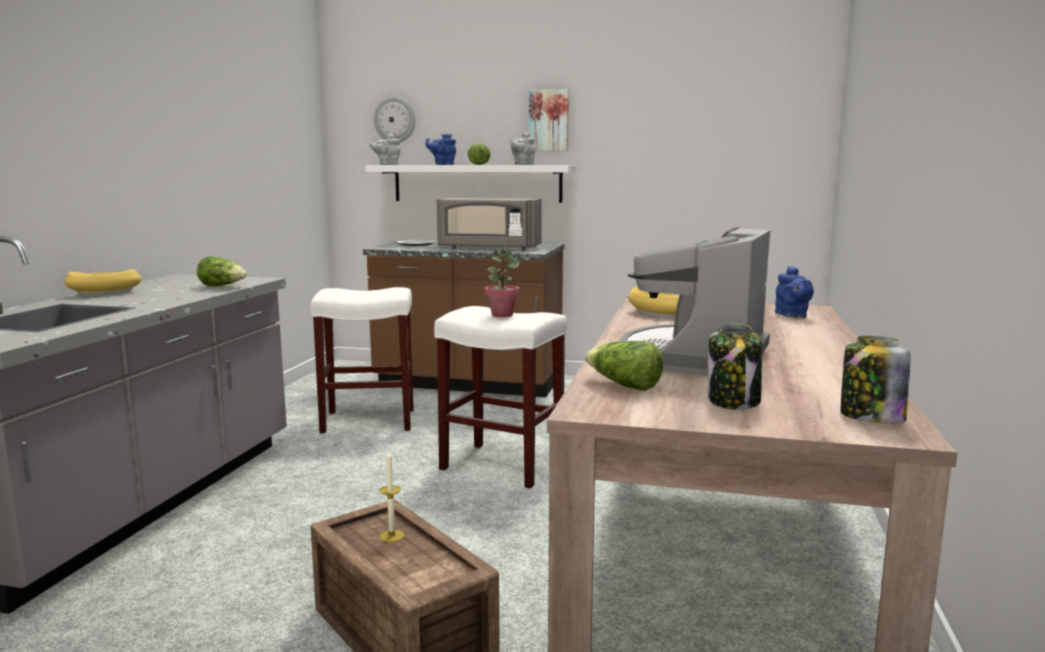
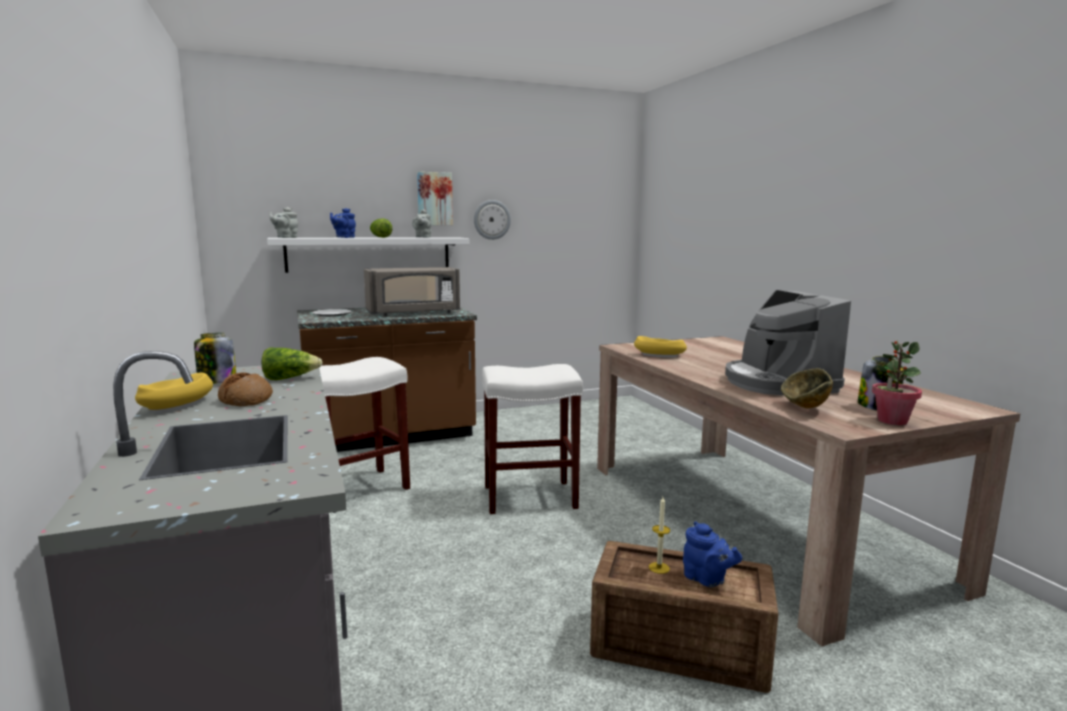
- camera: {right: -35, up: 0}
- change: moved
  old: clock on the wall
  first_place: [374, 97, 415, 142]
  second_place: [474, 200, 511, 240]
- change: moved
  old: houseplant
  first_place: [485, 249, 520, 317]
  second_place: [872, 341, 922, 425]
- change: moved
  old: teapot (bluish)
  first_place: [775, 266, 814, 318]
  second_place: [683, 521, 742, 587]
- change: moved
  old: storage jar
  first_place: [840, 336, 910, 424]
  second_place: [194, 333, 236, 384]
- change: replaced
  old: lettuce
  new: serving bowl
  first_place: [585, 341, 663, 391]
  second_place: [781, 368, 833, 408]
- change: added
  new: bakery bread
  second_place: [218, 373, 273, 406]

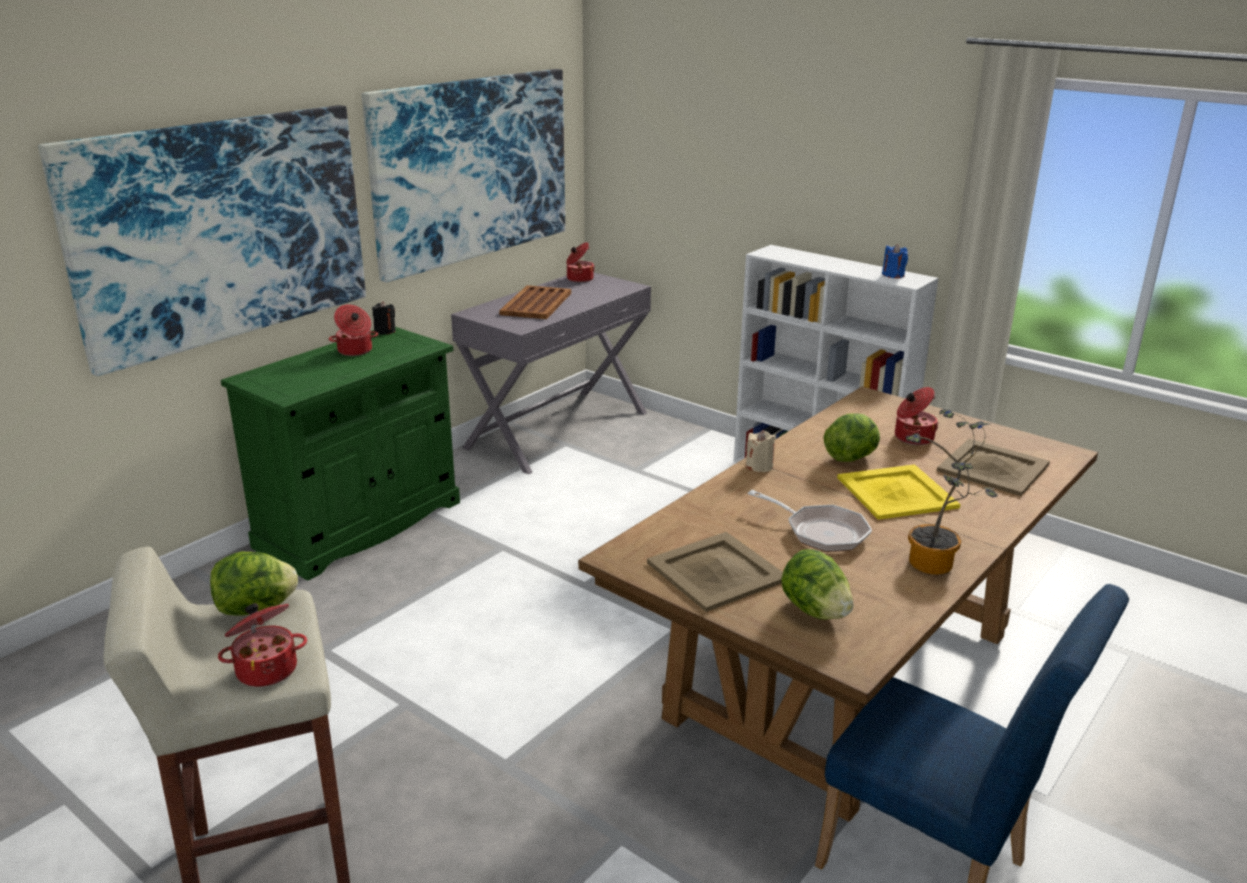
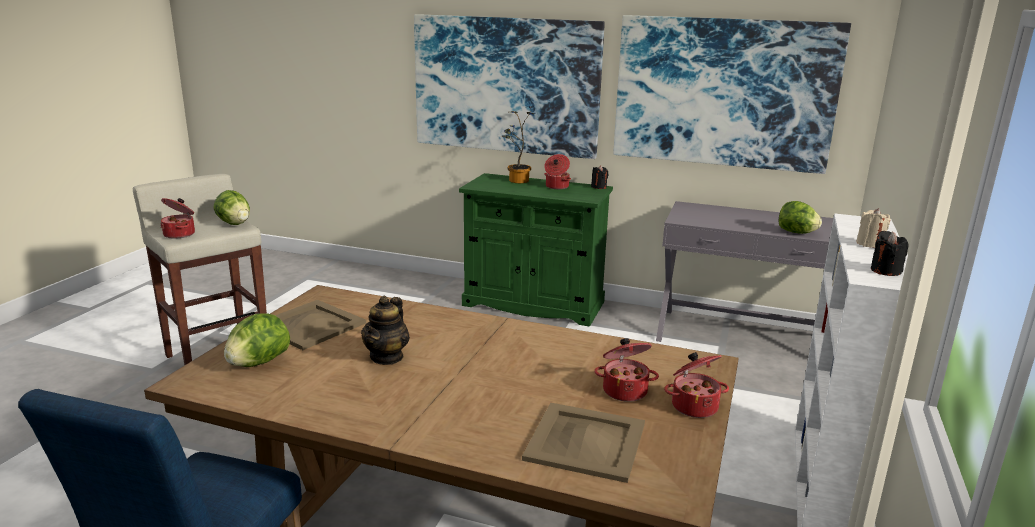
- camera: {right: 70, up: -5}
- change: moved
  old: stockpot
  first_place: [566, 242, 595, 283]
  second_place: [664, 352, 729, 418]
- change: recoloured
  old: candle (bluish)
  new: candle (black)
  first_place: [882, 244, 908, 278]
  second_place: [871, 231, 909, 276]
- change: removed
  old: tray (brownish)
  first_place: [499, 285, 571, 319]
- change: moved
  old: houseplant
  first_place: [906, 409, 999, 574]
  second_place: [502, 106, 535, 183]
- change: moved
  old: lettuce
  first_place: [824, 413, 880, 462]
  second_place: [779, 201, 822, 234]
- change: moved
  old: candle (sand-coloured)
  first_place: [746, 430, 775, 472]
  second_place: [856, 208, 891, 248]
- change: removed
  old: tray (yellowish)
  first_place: [837, 464, 961, 520]
- change: replaced
  old: skillet
  new: teapot
  first_place: [748, 490, 872, 552]
  second_place: [361, 296, 410, 365]

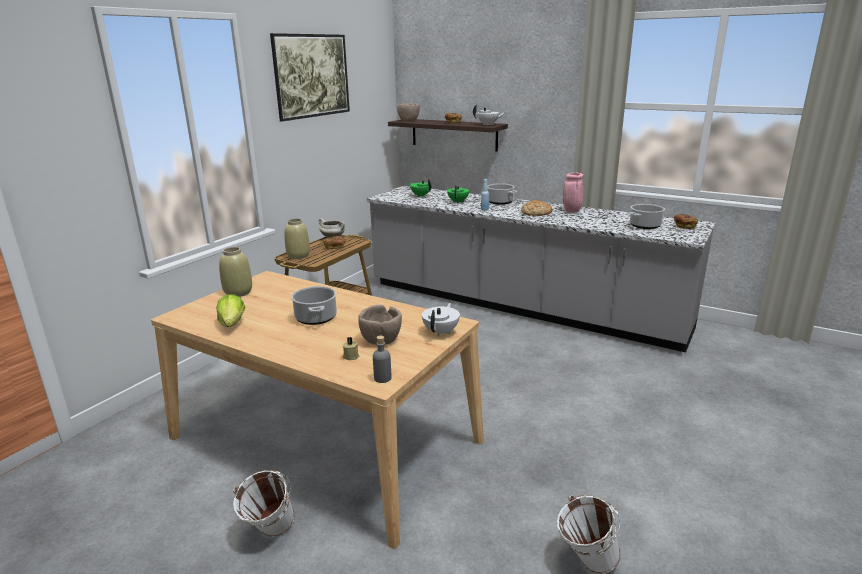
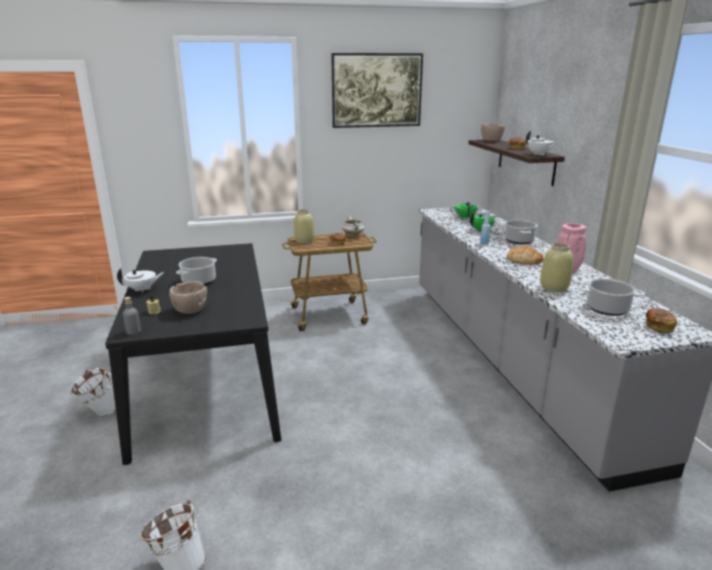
- camera: {right: 45, up: 0}
- change: moved
  old: flower vase (sand-coloured)
  first_place: [219, 247, 252, 297]
  second_place: [540, 243, 573, 293]
- change: recoloured
  old: dinner table (sand-coloured)
  new: dinner table (black)
  first_place: [151, 271, 484, 549]
  second_place: [105, 243, 281, 465]
- change: removed
  old: lettuce
  first_place: [216, 294, 245, 327]
- change: moved
  old: teapot (white-coloured)
  first_place: [422, 303, 460, 336]
  second_place: [117, 268, 164, 293]

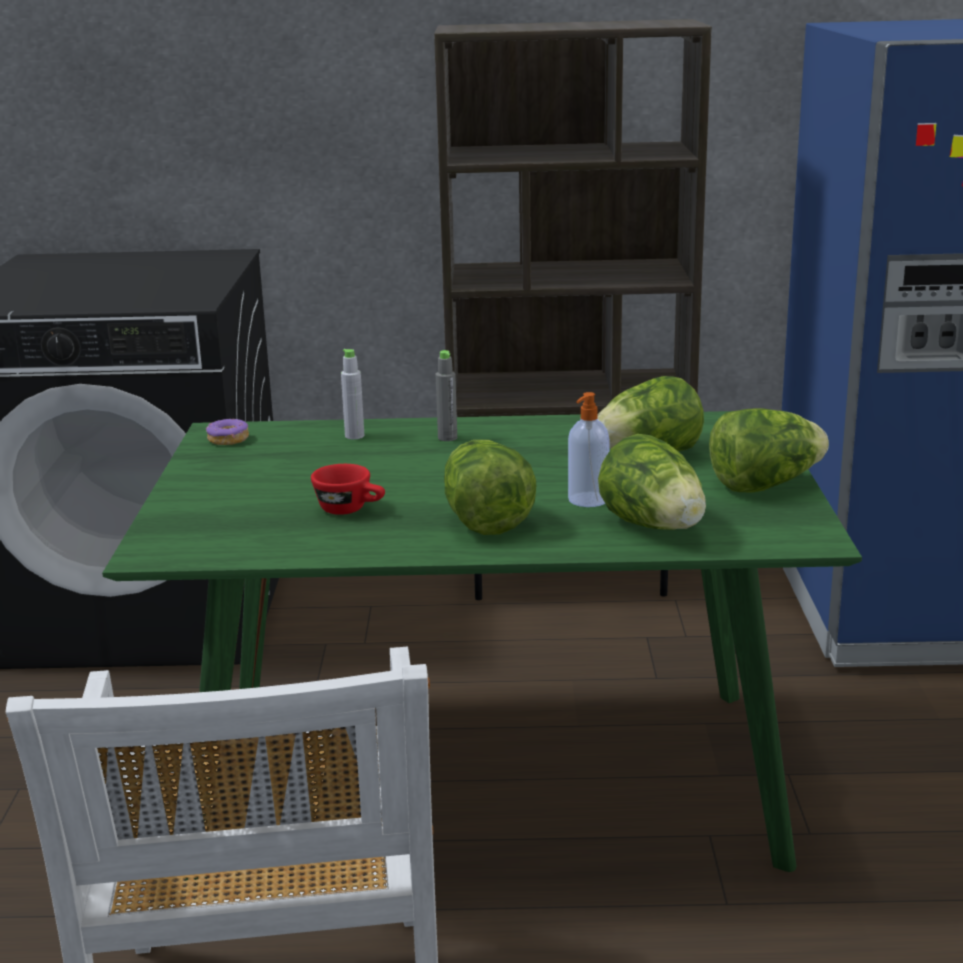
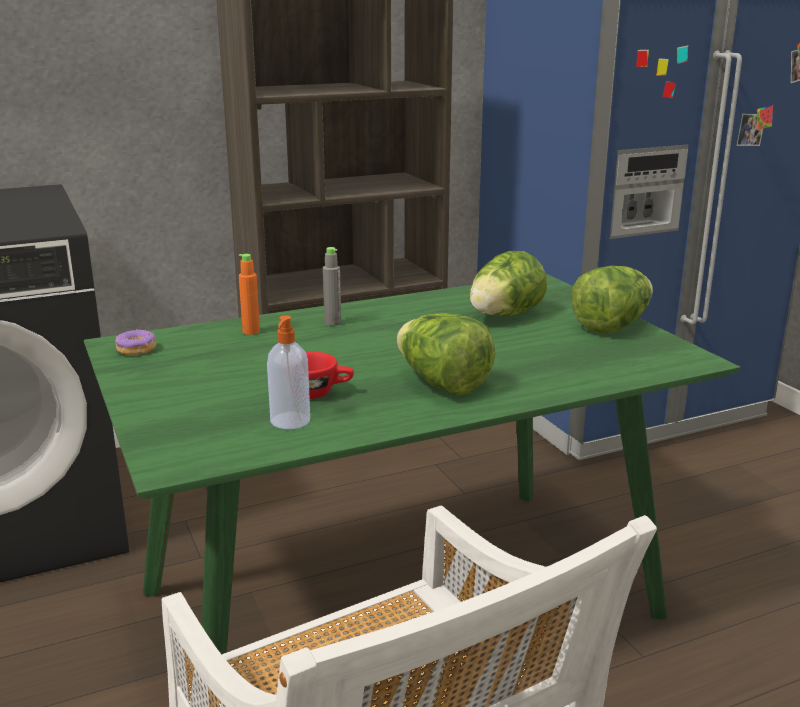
- camera: {right: -25, up: 0}
- change: recoloured
  old: drink bottle (grey)
  new: drink bottle (orange)
  first_place: [341, 349, 364, 439]
  second_place: [239, 254, 260, 335]
- change: moved
  old: soap dispenser
  first_place: [568, 392, 610, 507]
  second_place: [267, 315, 310, 429]
- change: removed
  old: lettuce
  first_place: [598, 434, 706, 530]

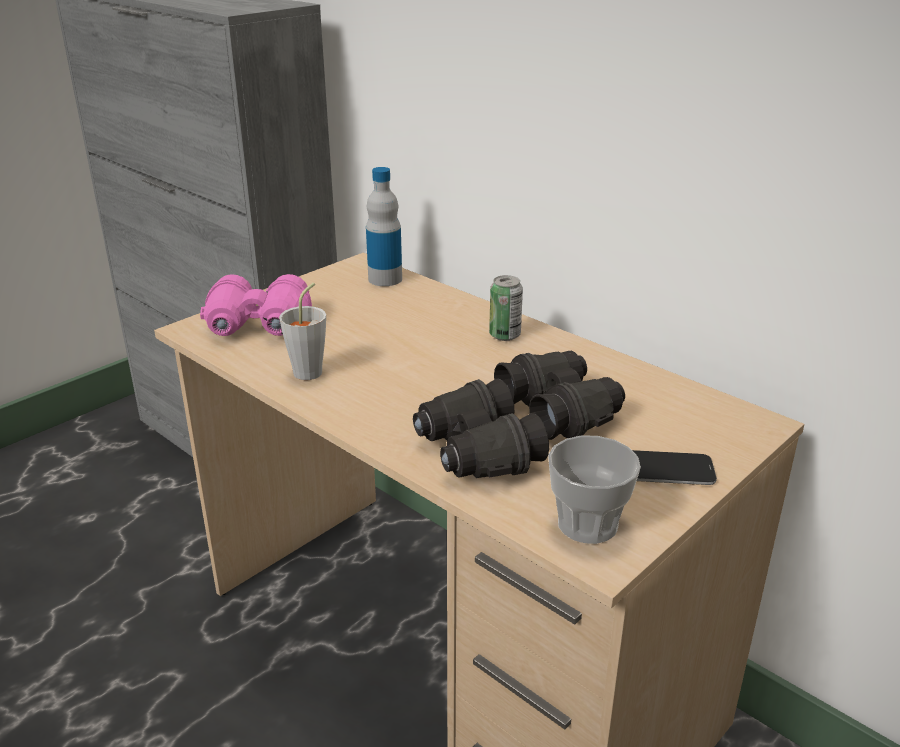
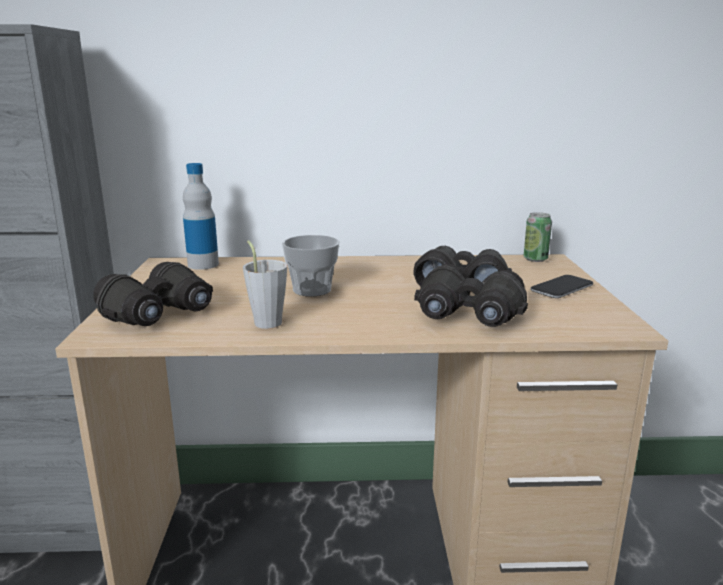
- camera: {right: -45, up: -10}
- change: recoloured
  old: binoculars (pink)
  new: binoculars (black)
  first_place: [200, 274, 312, 336]
  second_place: [93, 262, 213, 326]
- change: moved
  old: metal can
  first_place: [489, 275, 523, 341]
  second_place: [524, 212, 552, 262]
- change: moved
  old: cup
  first_place: [548, 435, 641, 544]
  second_place: [282, 235, 340, 297]

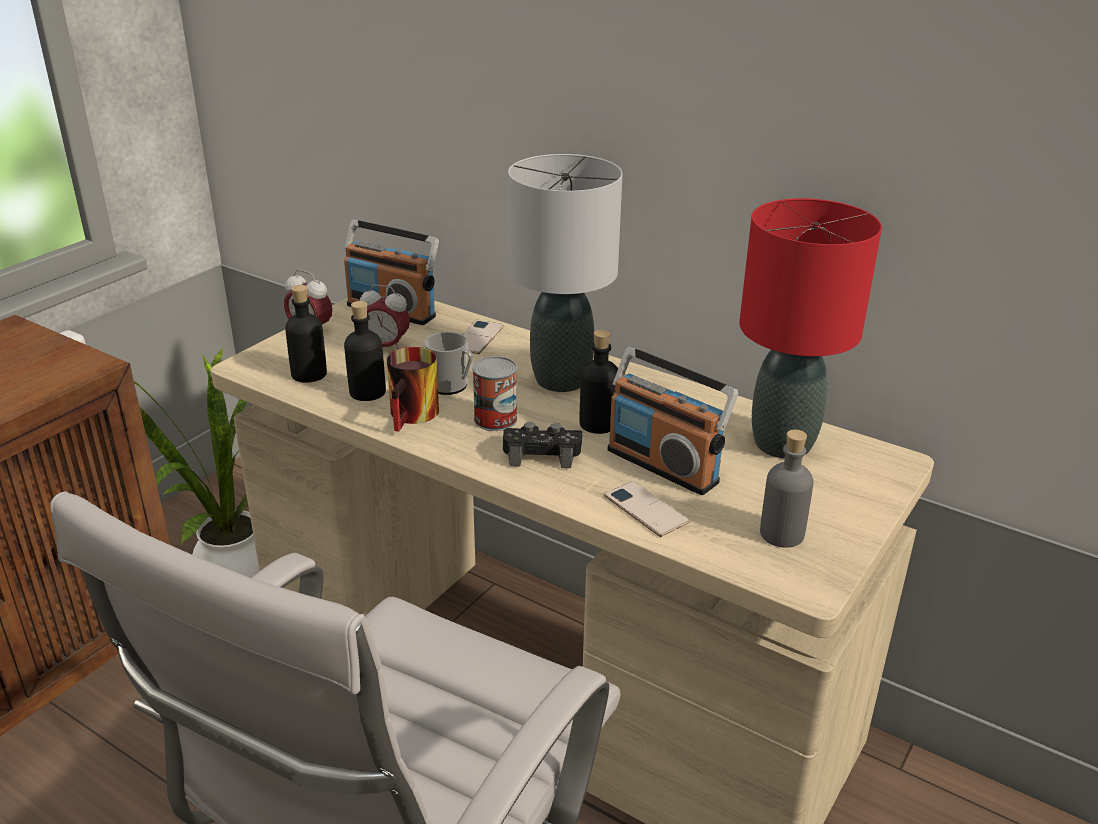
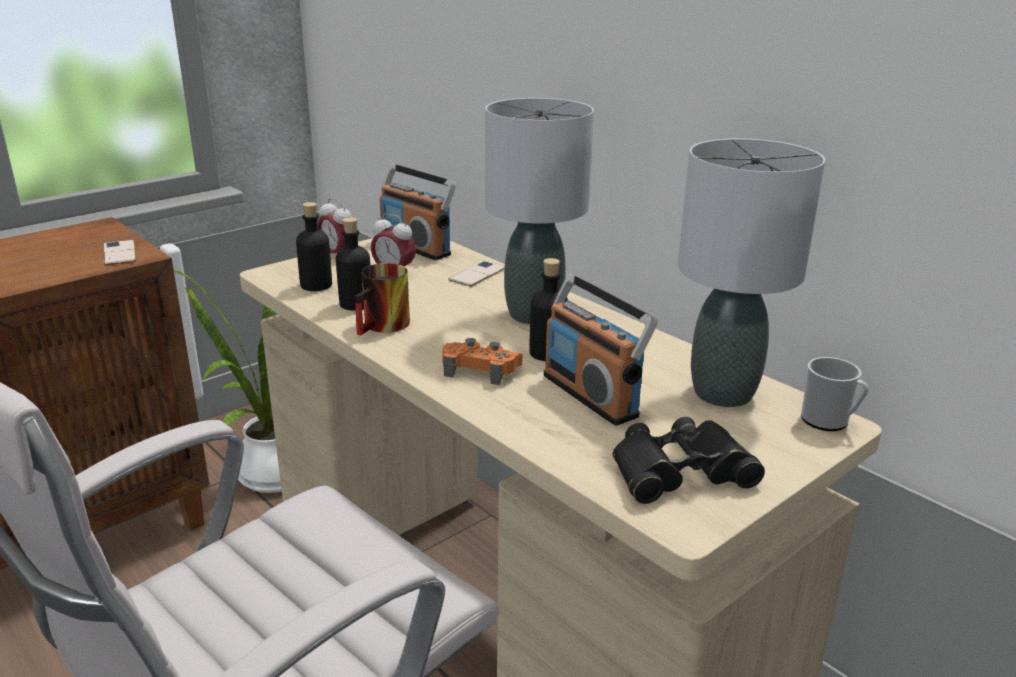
- camera: {right: 15, up: -5}
- change: recoloured
  old: table lamp (red-coloured)
  new: table lamp (grey)
  first_place: [739, 198, 882, 459]
  second_place: [678, 139, 825, 407]
- change: moved
  old: coffee mug
  first_place: [424, 332, 473, 395]
  second_place: [801, 357, 869, 431]
- change: removed
  old: metal can
  first_place: [472, 356, 517, 431]
- change: recoloured
  old: gamepad (black)
  new: gamepad (orange)
  first_place: [503, 422, 582, 468]
  second_place: [442, 338, 522, 385]
- change: replaced
  old: drink bottle (grey)
  new: binoculars (black)
  first_place: [760, 429, 814, 548]
  second_place: [613, 417, 765, 504]
- change: moved
  old: phone
  first_place: [604, 481, 690, 537]
  second_place: [104, 240, 136, 265]

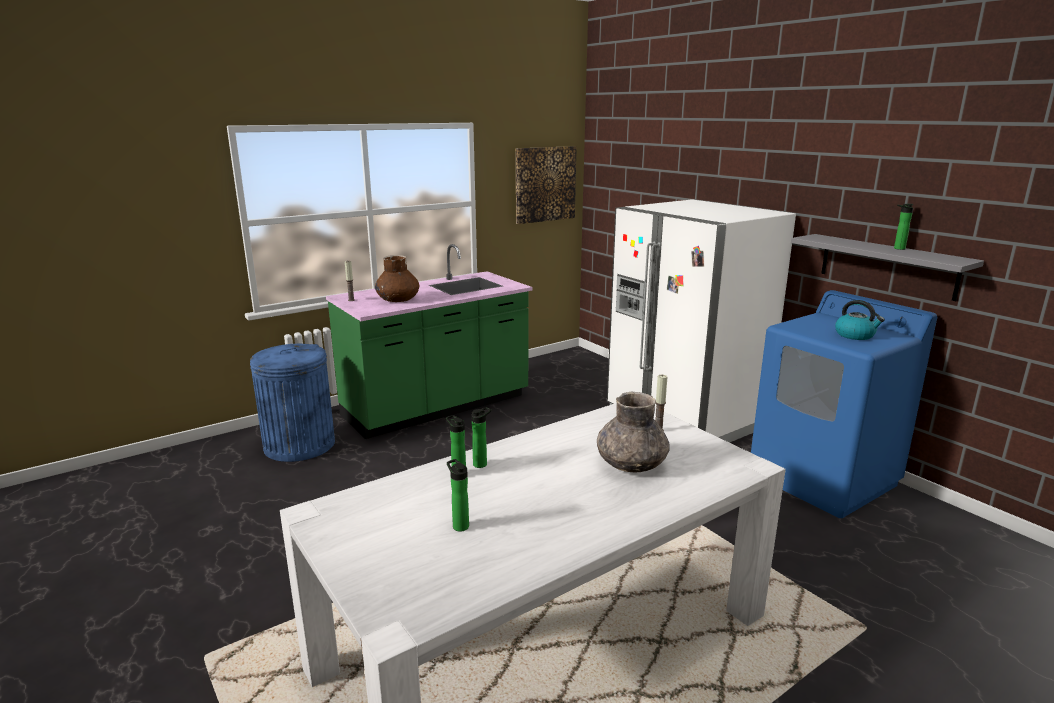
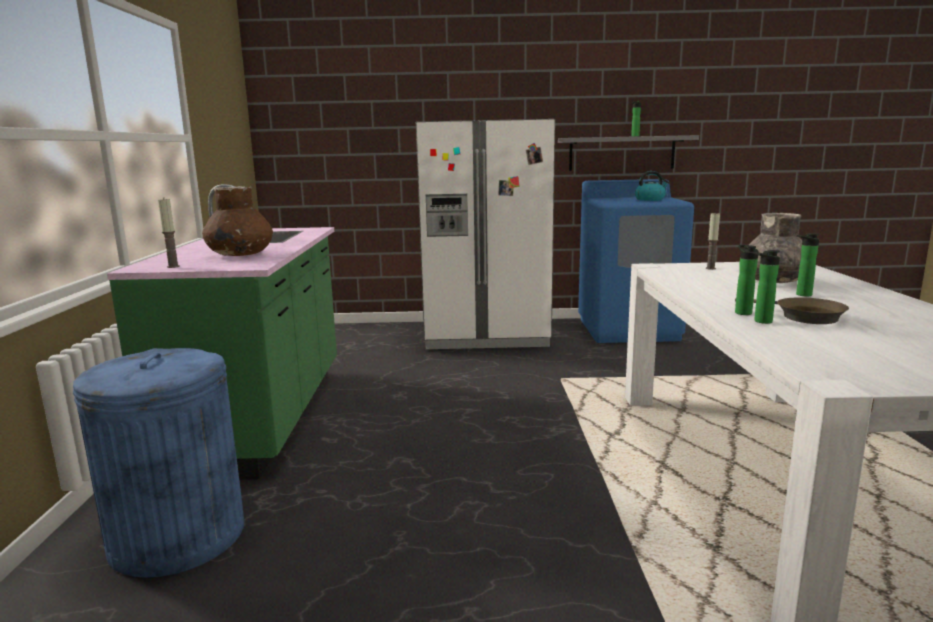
- camera: {right: -55, up: -5}
- change: removed
  old: wall picture
  first_place: [516, 146, 577, 224]
- change: moved
  old: drink bottle
  first_place: [447, 459, 469, 531]
  second_place: [796, 233, 819, 296]
- change: added
  new: skillet (brownish)
  second_place: [735, 297, 849, 324]

